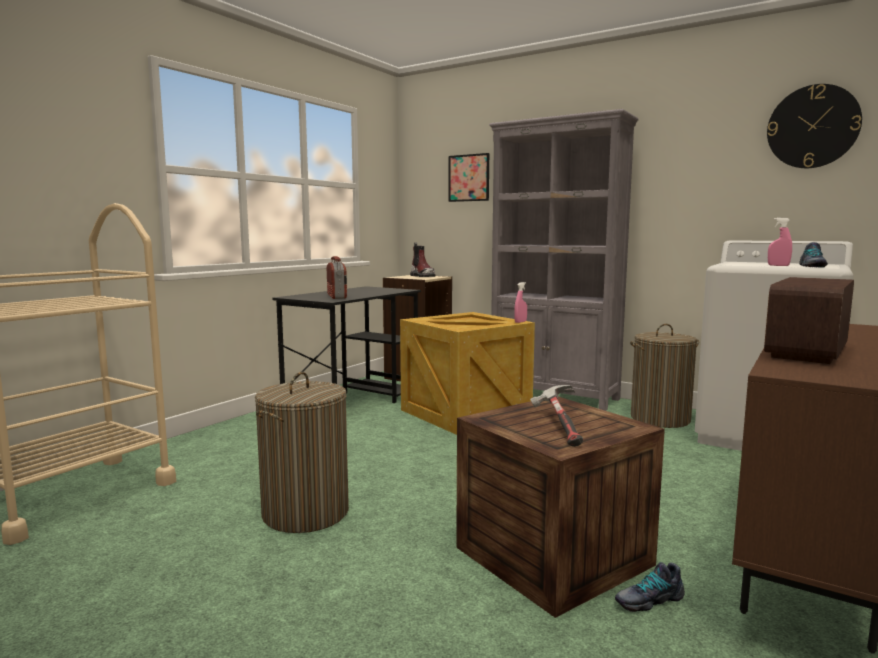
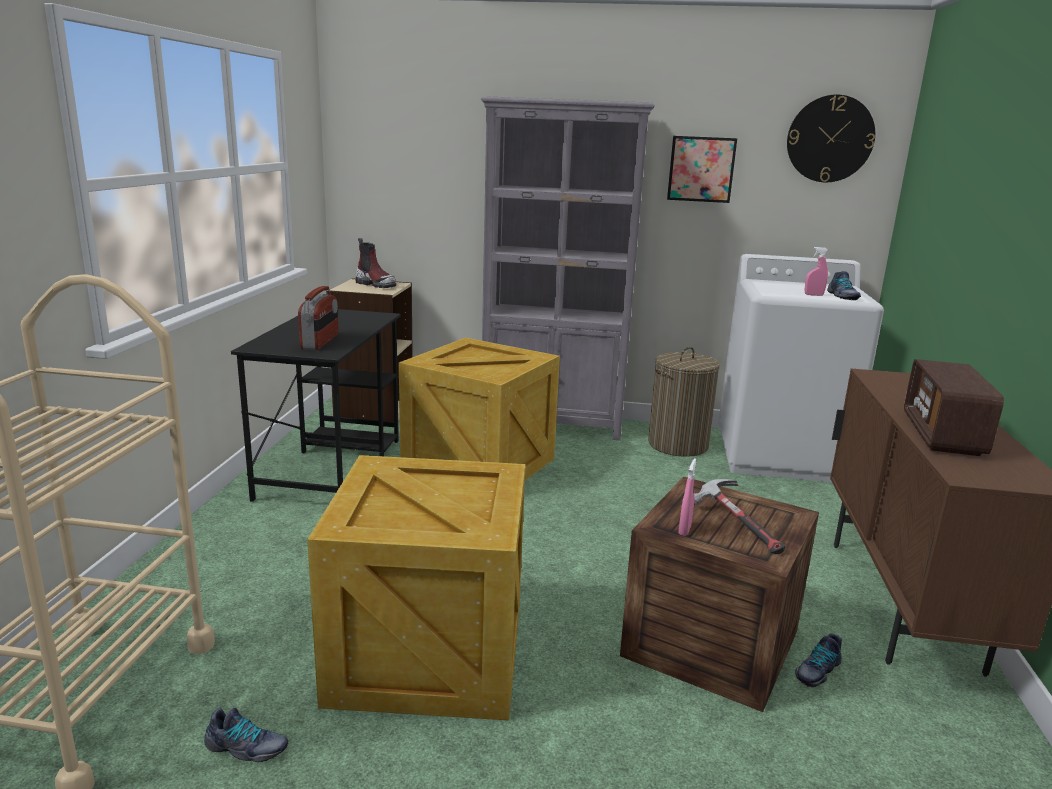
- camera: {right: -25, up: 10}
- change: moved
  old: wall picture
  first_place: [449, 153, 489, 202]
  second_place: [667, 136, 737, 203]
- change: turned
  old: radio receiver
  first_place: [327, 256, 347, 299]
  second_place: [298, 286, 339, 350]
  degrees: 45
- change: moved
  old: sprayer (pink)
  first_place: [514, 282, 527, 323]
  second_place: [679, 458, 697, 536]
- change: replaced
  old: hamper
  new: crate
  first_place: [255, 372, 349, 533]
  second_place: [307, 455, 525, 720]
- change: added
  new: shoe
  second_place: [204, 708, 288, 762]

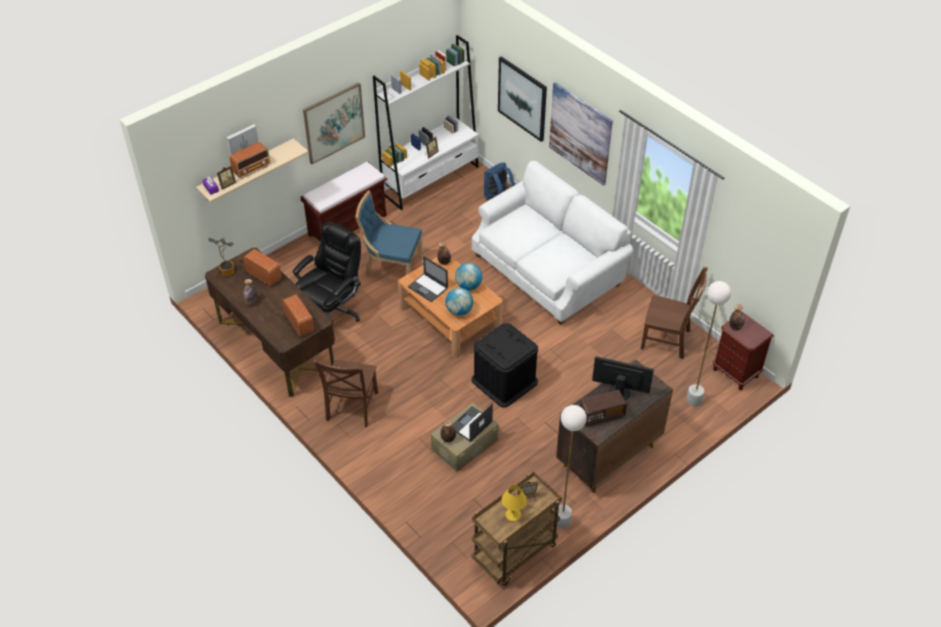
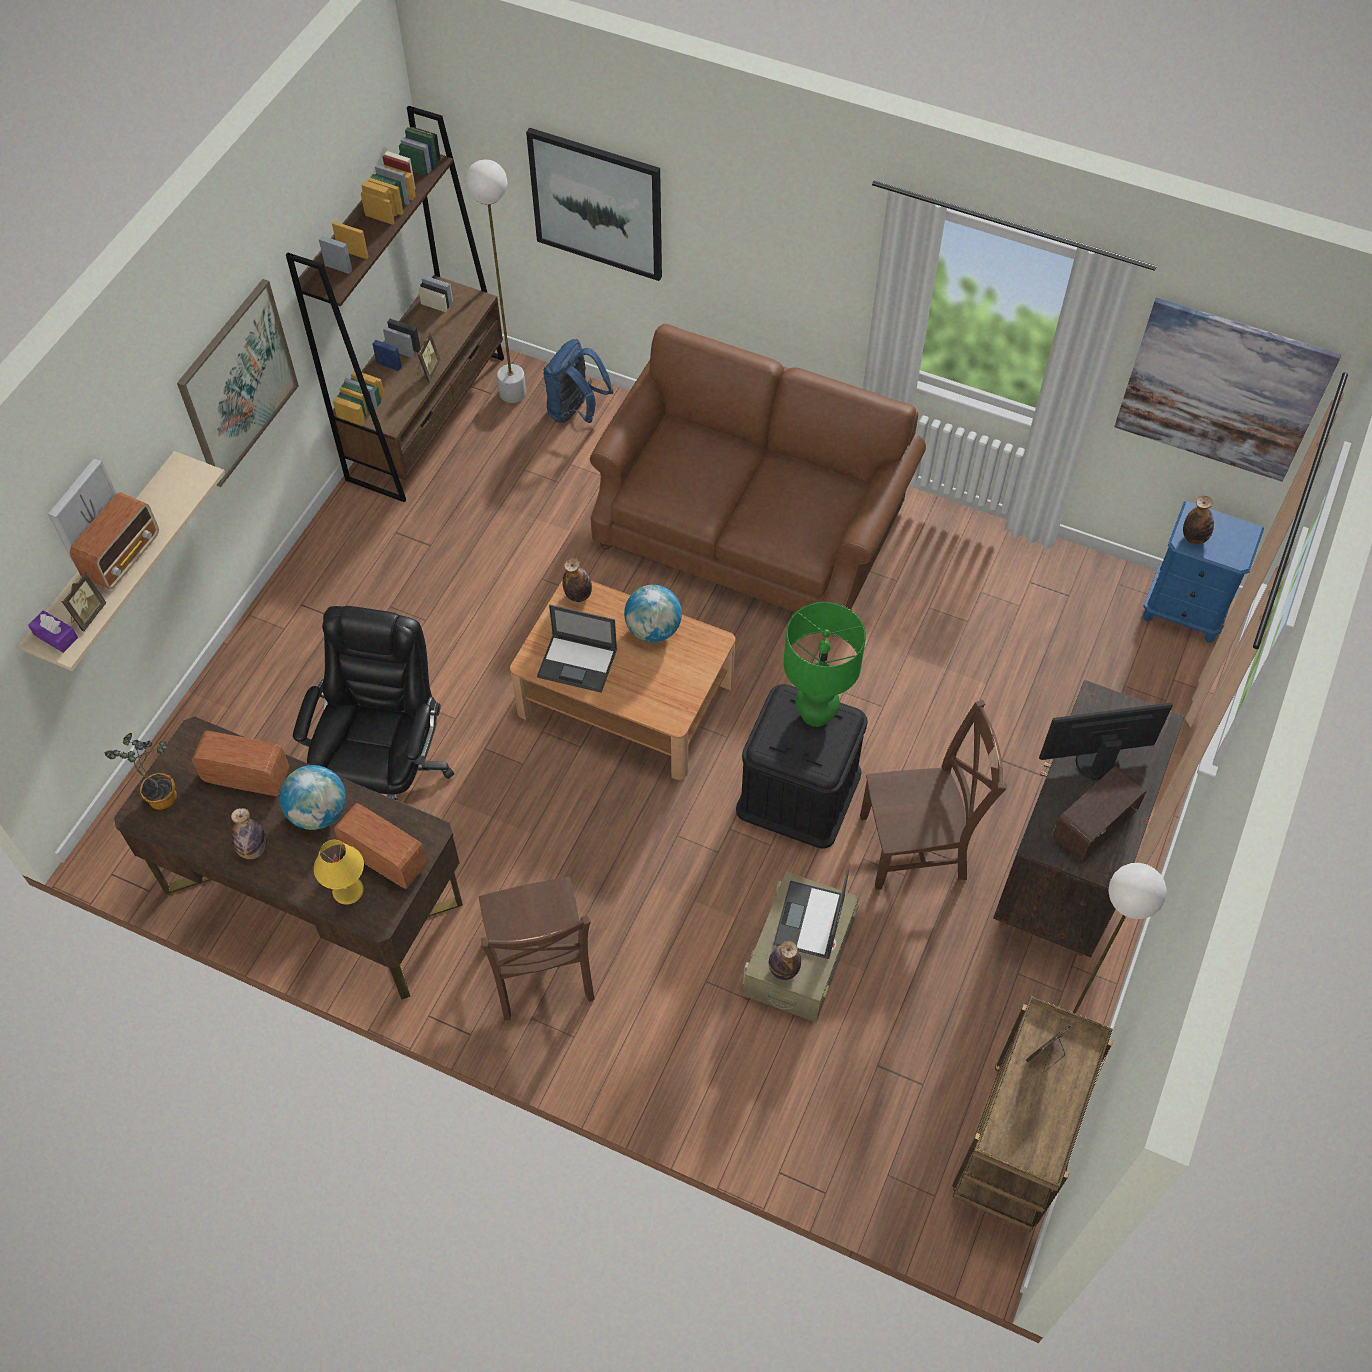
- camera: {right: -25, up: 10}
- change: recoloured
  old: bookcase (white-coloured)
  new: bookcase (brownish)
  first_place: [373, 35, 479, 210]
  second_place: [286, 106, 504, 502]
- change: moved
  old: wall picture
  first_place: [549, 82, 613, 186]
  second_place: [1114, 298, 1341, 482]
- change: recoloured
  old: couch (white-coloured)
  new: couch (brownish)
  first_place: [472, 161, 633, 324]
  second_place: [590, 324, 926, 612]
- change: removed
  old: indoor bench (brownish)
  first_place: [300, 162, 387, 242]
- change: removed
  old: plain chair (bluish)
  first_place: [355, 191, 423, 276]
- change: moved
  old: plain chair (brownish)
  first_place: [641, 267, 708, 359]
  second_place: [860, 700, 1007, 890]
- change: moved
  old: standard lamp (white-coloured)
  first_place: [686, 281, 731, 406]
  second_place: [465, 159, 526, 403]
- change: moved
  old: world globe
  first_place: [445, 288, 473, 316]
  second_place: [280, 765, 346, 830]
- change: recoloured
  old: bedside table (brownish)
  new: bedside table (bluish)
  first_place: [713, 312, 774, 390]
  second_place: [1143, 501, 1264, 643]
- change: moved
  old: table lamp (yellowish)
  first_place: [502, 485, 527, 522]
  second_place: [314, 840, 364, 905]
- change: added
  new: table lamp (greenish)
  second_place: [784, 602, 866, 727]

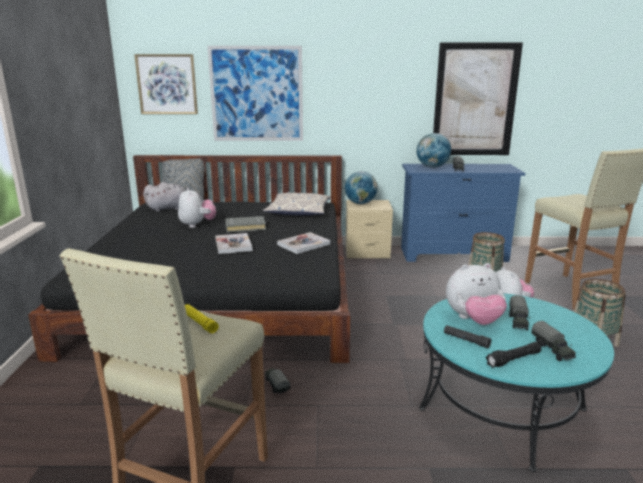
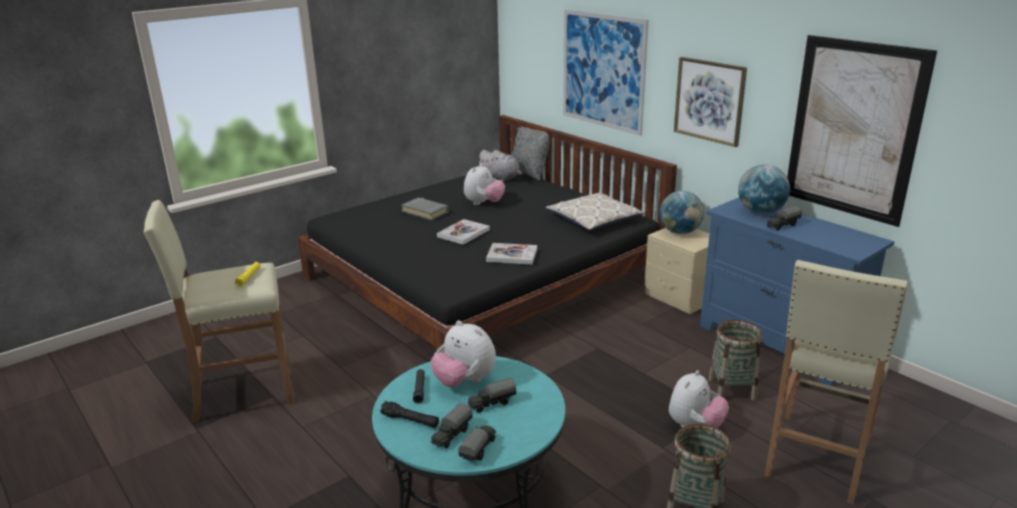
- camera: {right: 50, up: 5}
- change: moved
  old: wall picture
  first_place: [134, 54, 198, 114]
  second_place: [674, 57, 747, 147]
- change: moved
  old: book (grey)
  first_place: [225, 216, 266, 233]
  second_place: [401, 197, 448, 220]
- change: moved
  old: toy lorry
  first_place: [265, 368, 290, 393]
  second_place: [458, 425, 496, 462]

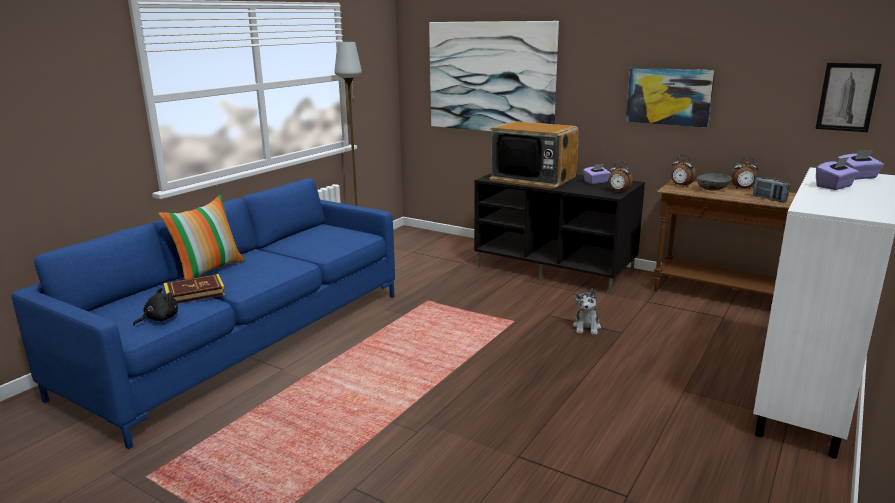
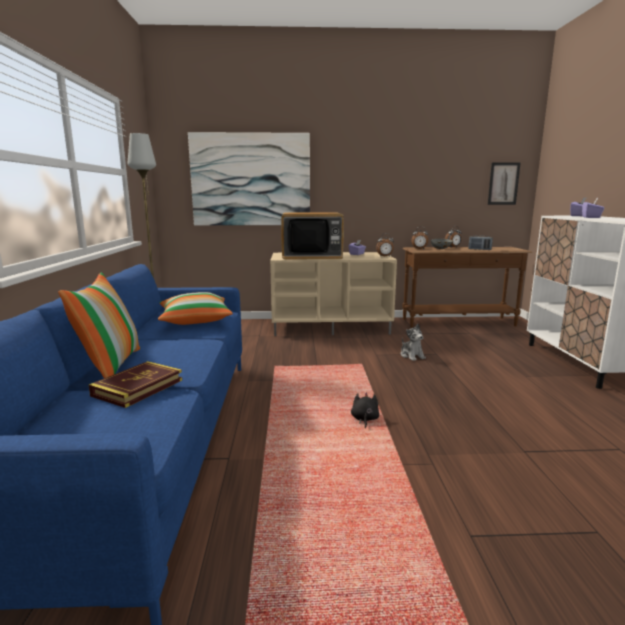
- camera: {right: -35, up: -5}
- change: removed
  old: wall picture
  first_place: [626, 68, 715, 128]
- change: recoloured
  old: tv stand (black)
  new: tv stand (sand-coloured)
  first_place: [474, 173, 645, 295]
  second_place: [270, 252, 397, 336]
- change: moved
  old: soft toy (black)
  first_place: [133, 288, 178, 326]
  second_place: [351, 393, 379, 429]
- change: added
  new: throw pillow
  second_place: [158, 292, 233, 325]

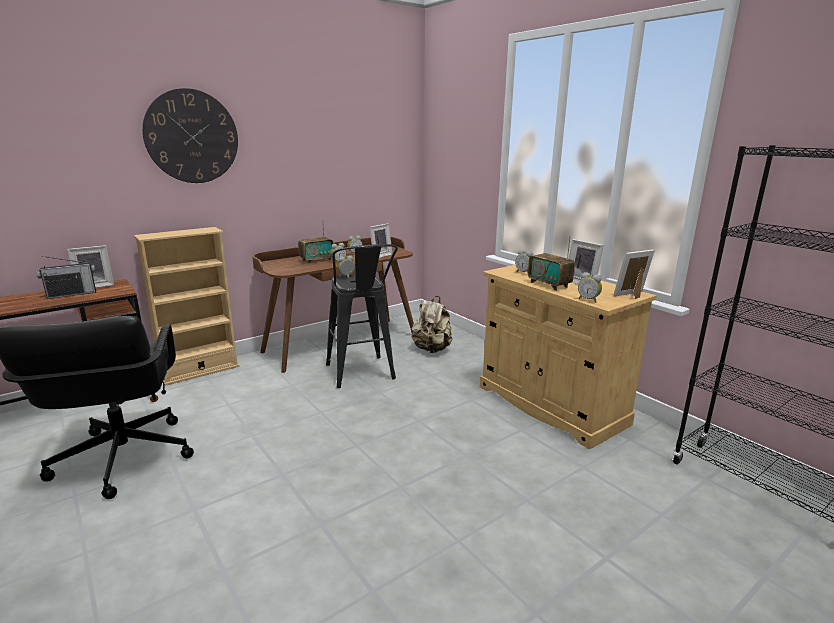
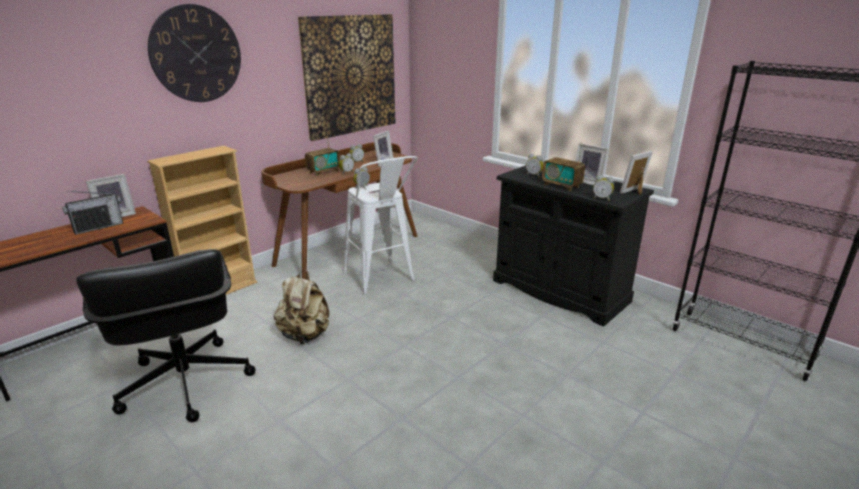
- camera: {right: -10, up: 5}
- change: recoloured
  old: stool seat (black)
  new: stool seat (white-coloured)
  first_place: [326, 244, 398, 388]
  second_place: [343, 156, 417, 295]
- change: recoloured
  old: storage cabinet (sand-coloured)
  new: storage cabinet (black)
  first_place: [480, 265, 657, 449]
  second_place: [493, 165, 654, 327]
- change: moved
  old: backpack (sand-coloured)
  first_place: [411, 296, 453, 353]
  second_place: [274, 270, 329, 345]
- change: added
  new: wall picture
  second_place: [298, 14, 395, 141]

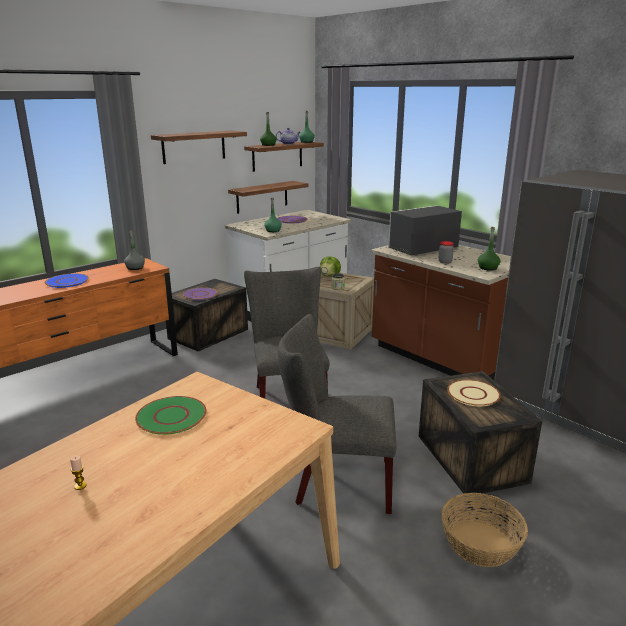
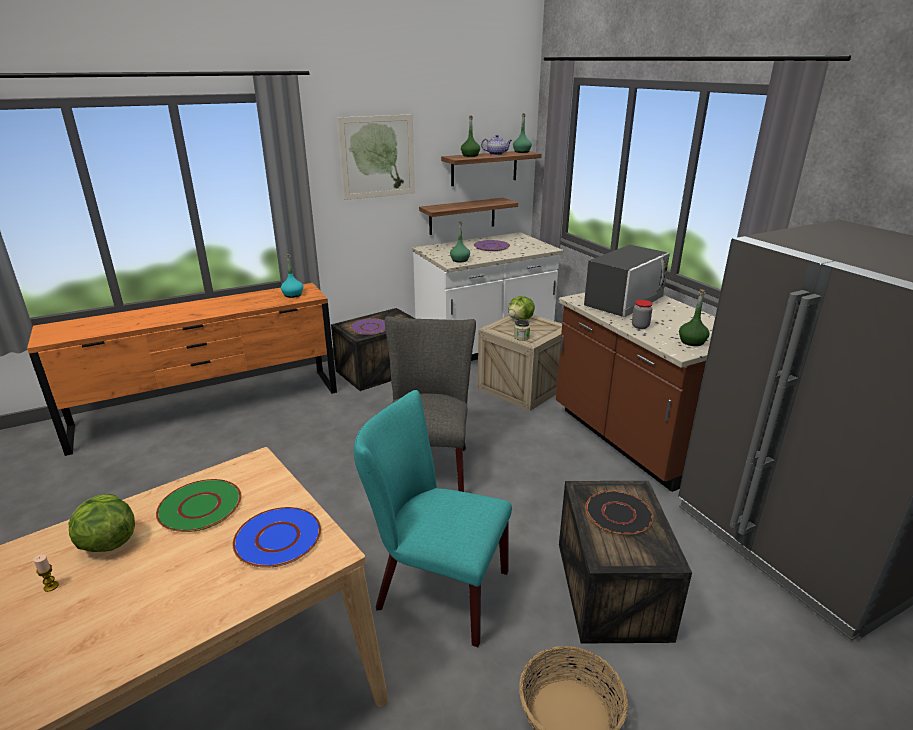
- camera: {right: 15, up: 5}
- change: replaced
  old: shelf
  new: wall picture
  first_place: [151, 131, 247, 164]
  second_place: [338, 114, 415, 200]
- change: turned
  old: microwave oven
  first_place: [388, 206, 462, 256]
  second_place: [584, 245, 670, 317]
  degrees: 150
- change: recoloured
  old: drink bottle (grey)
  new: drink bottle (blue-green)
  first_place: [124, 231, 145, 270]
  second_place: [281, 254, 303, 298]
- change: moved
  old: dinner plate (bluish)
  first_place: [45, 274, 89, 288]
  second_place: [233, 507, 321, 567]
- change: recoloured
  old: plain chair (grey)
  new: plain chair (blue-green)
  first_place: [278, 314, 397, 514]
  second_place: [354, 390, 512, 647]
- change: recoloured
  old: dinner plate (sand-coloured)
  new: dinner plate (black)
  first_place: [447, 380, 500, 406]
  second_place: [585, 490, 653, 535]
- change: added
  new: lettuce
  second_place: [69, 494, 135, 552]

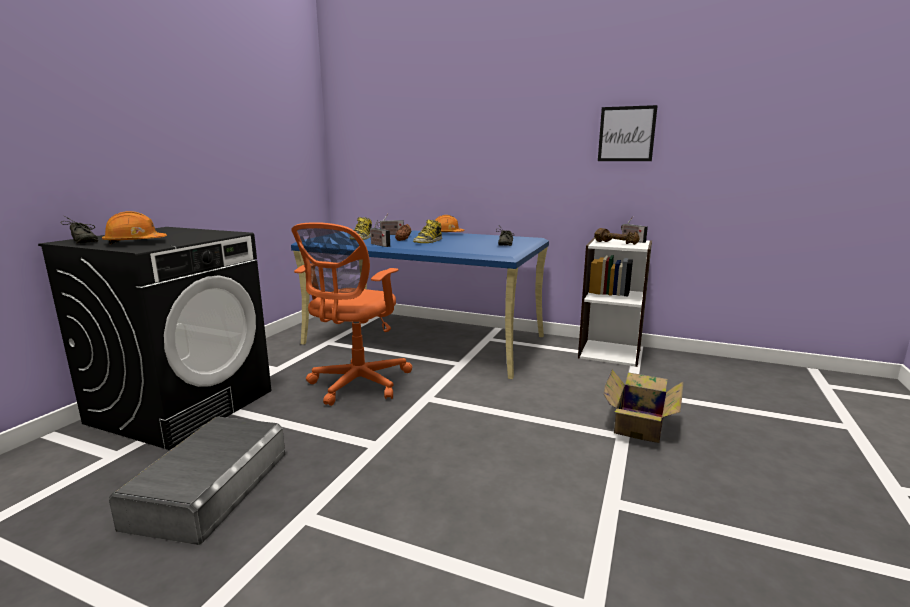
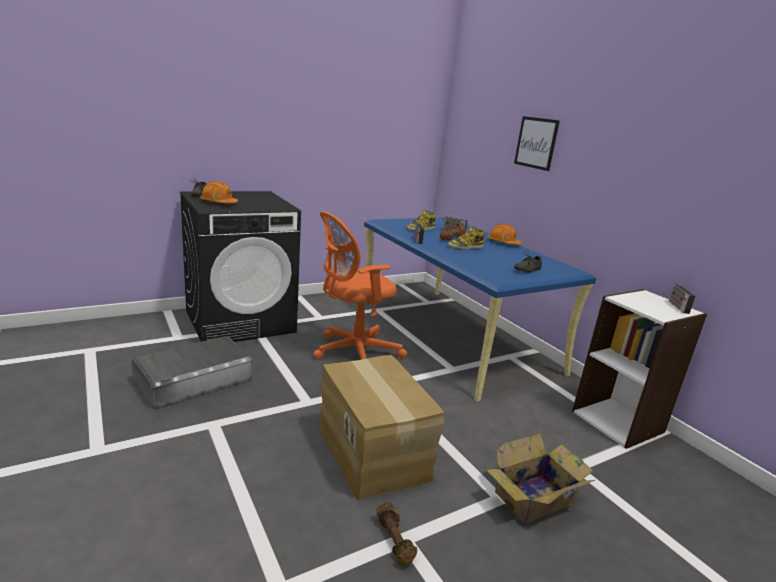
- camera: {right: 35, up: 5}
- change: moved
  old: wall picture
  first_place: [598, 105, 658, 161]
  second_place: [514, 116, 560, 171]
- change: moved
  old: dumbbell (brownish)
  first_place: [594, 228, 640, 245]
  second_place: [376, 502, 418, 566]
- change: added
  new: carton
  second_place: [320, 355, 444, 501]

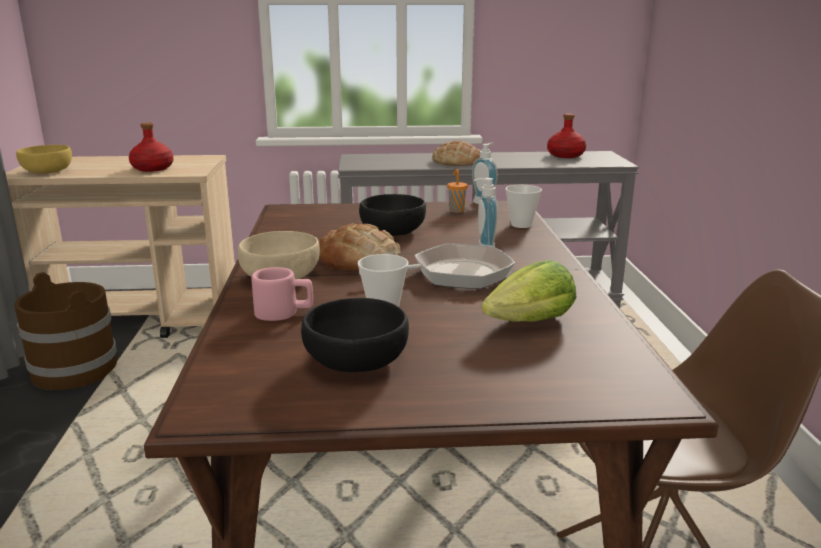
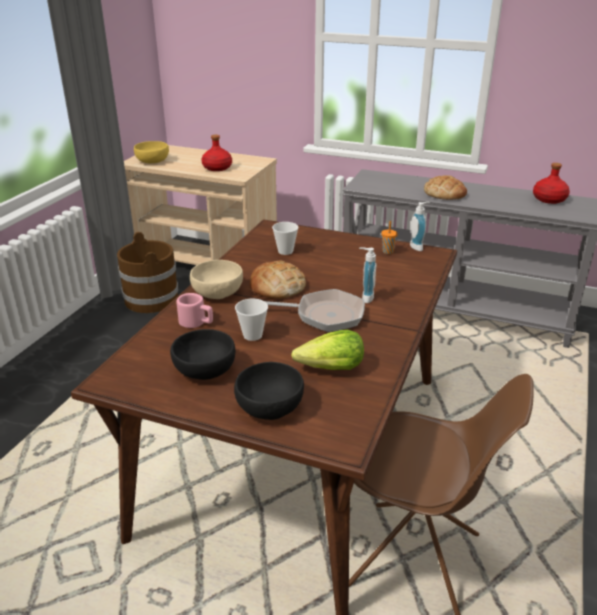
- camera: {right: 25, up: 10}
- change: moved
  old: cup
  first_place: [505, 185, 542, 228]
  second_place: [272, 222, 299, 255]
- change: moved
  old: serving bowl (black)
  first_place: [359, 194, 426, 236]
  second_place: [234, 362, 304, 420]

